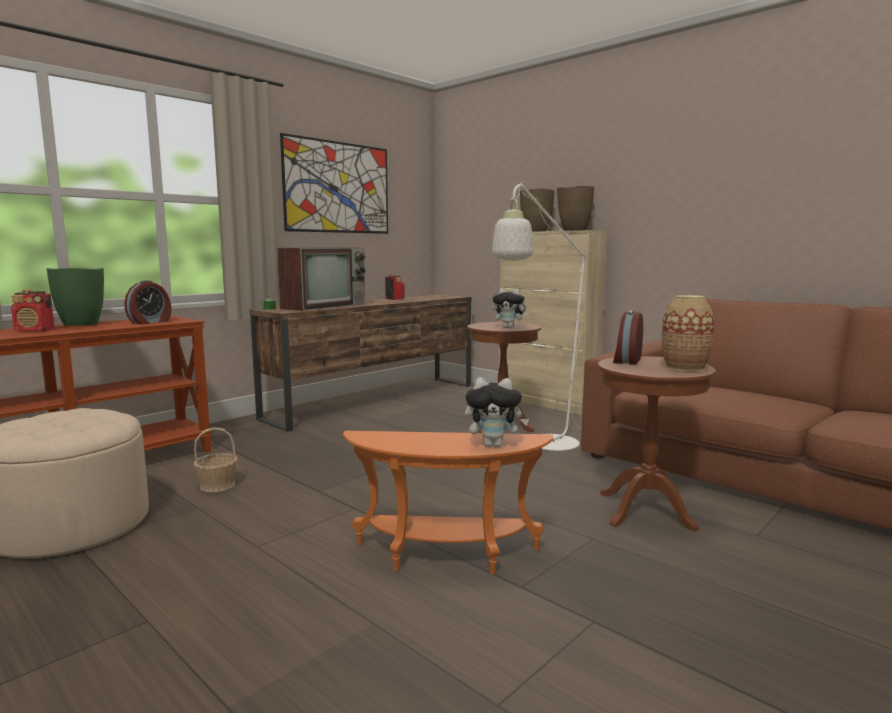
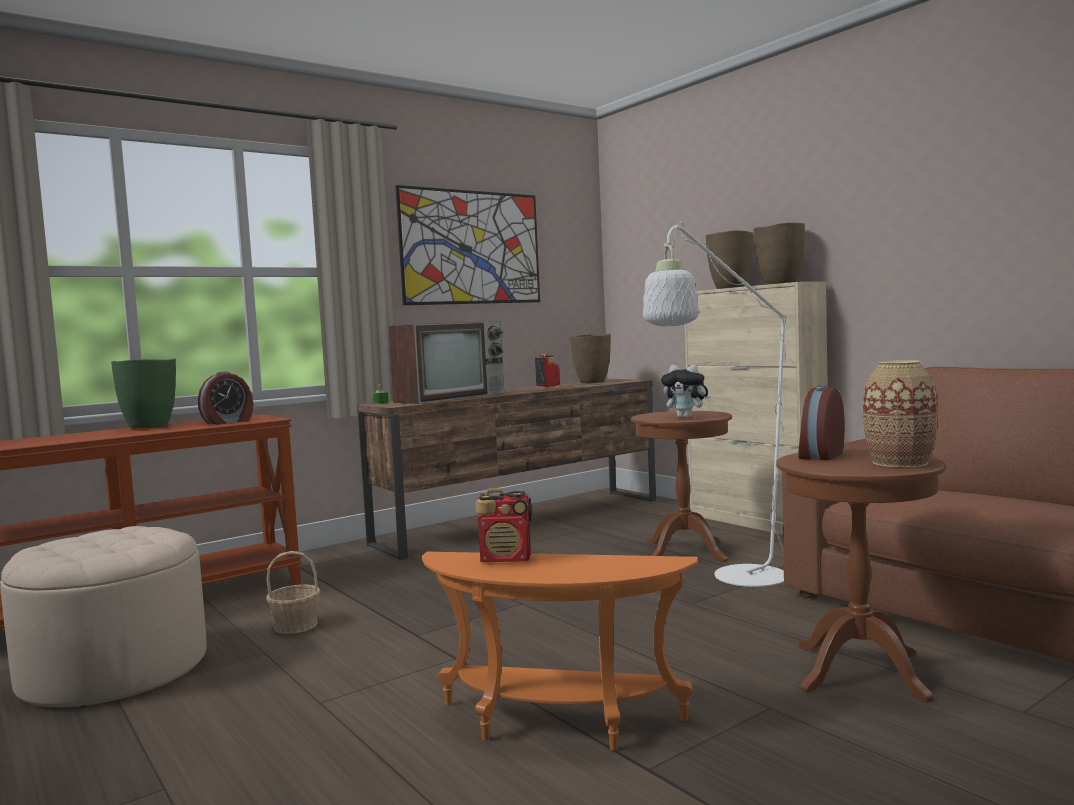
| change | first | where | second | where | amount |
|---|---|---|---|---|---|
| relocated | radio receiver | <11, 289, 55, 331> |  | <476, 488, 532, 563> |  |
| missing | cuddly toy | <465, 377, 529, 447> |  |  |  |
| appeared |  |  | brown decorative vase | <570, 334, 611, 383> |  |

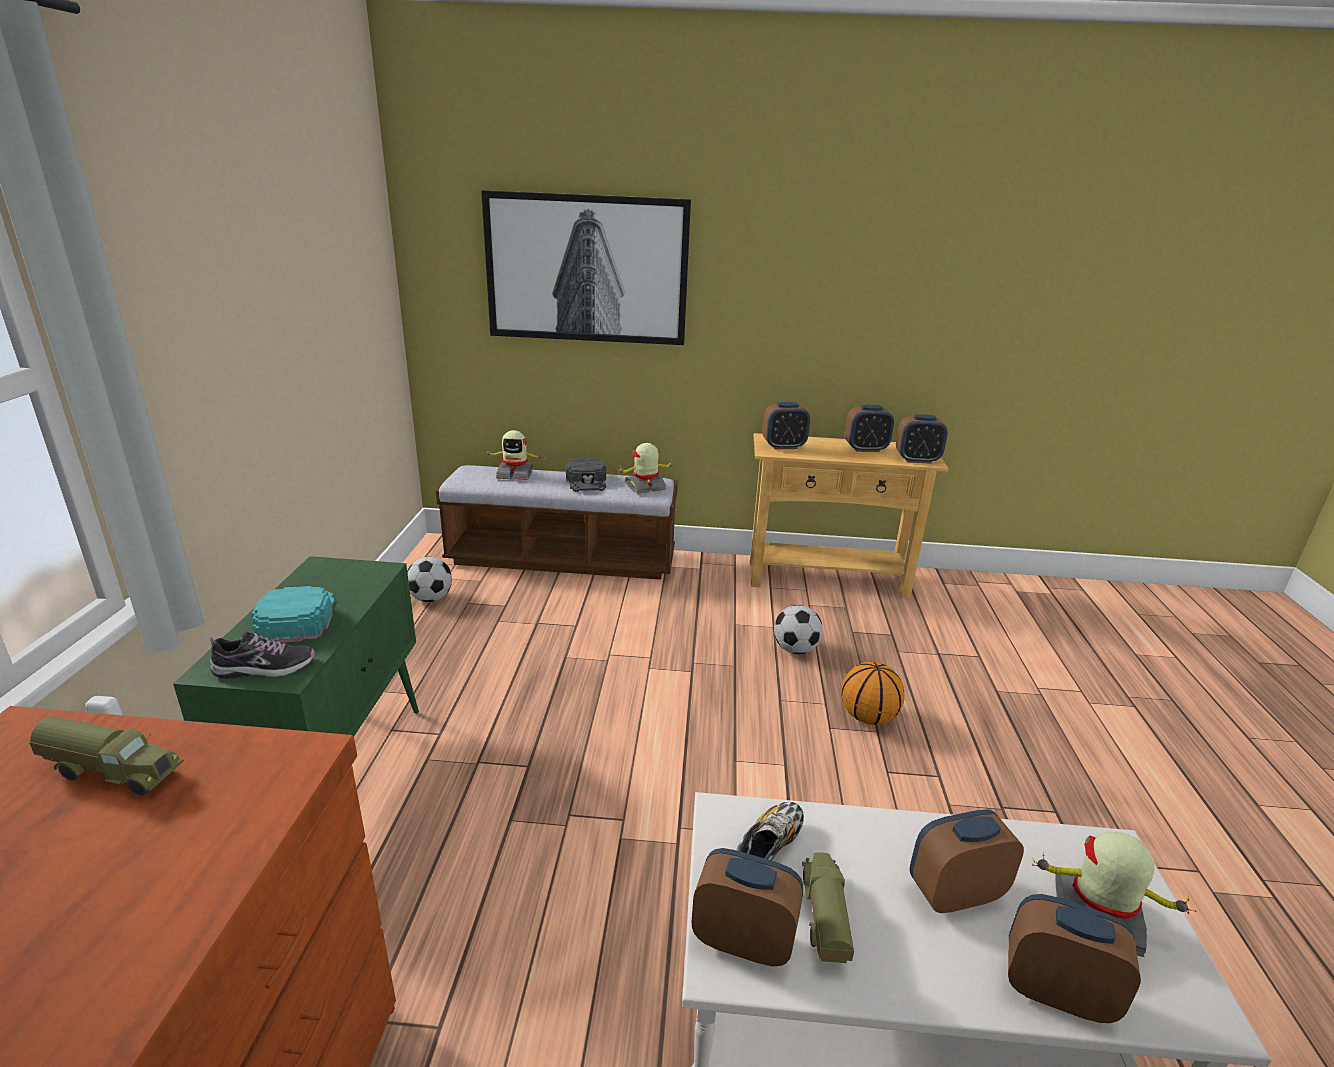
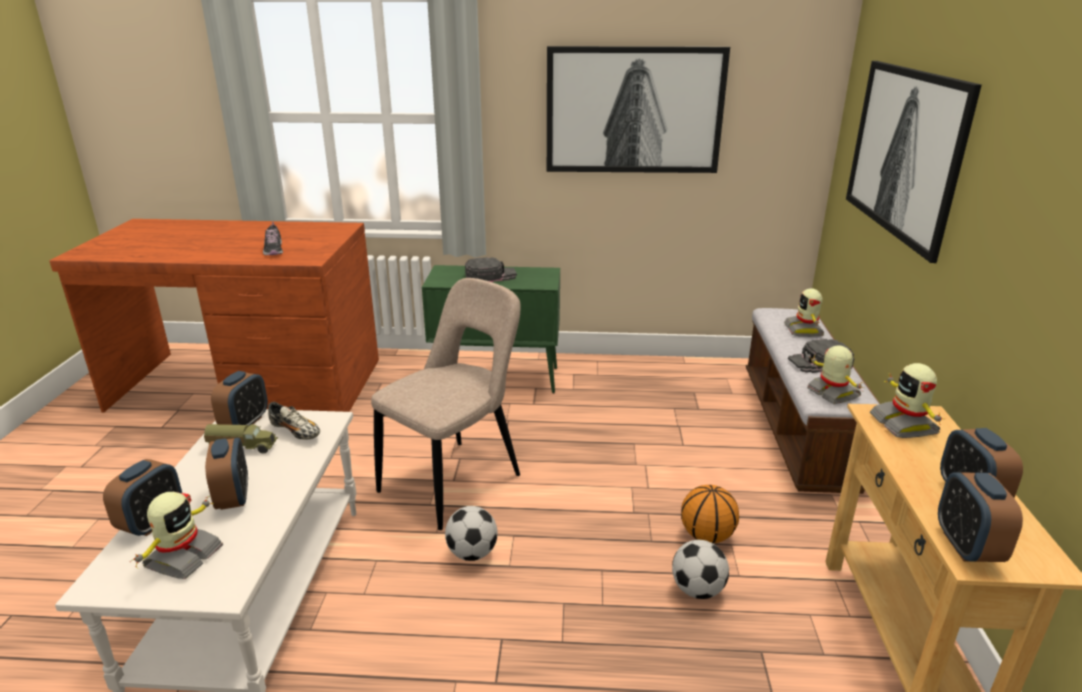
| change | first | where | second | where | amount |
|---|---|---|---|---|---|
| missing | toy truck | <29, 716, 184, 796> |  |  |  |
| relocated | item of footwear | <210, 632, 315, 679> |  | <263, 222, 283, 255> |  |
| colour | turquoise-coloured baseball cap | <252, 586, 335, 643> | blackish baseball cap | <465, 257, 517, 282> |  |
| relocated | football | <407, 557, 452, 602> |  | <445, 506, 498, 561> |  |
| exchanged | bedside clock | <762, 402, 810, 449> | model robot | <870, 363, 945, 438> |  |
| relocated | ball for basketball | <842, 662, 905, 725> |  | <681, 485, 739, 543> |  |
| appeared |  |  | beige-coloured upright chair | <371, 278, 521, 530> |  |
| appeared |  |  | wall picture | <547, 46, 730, 173> |  |

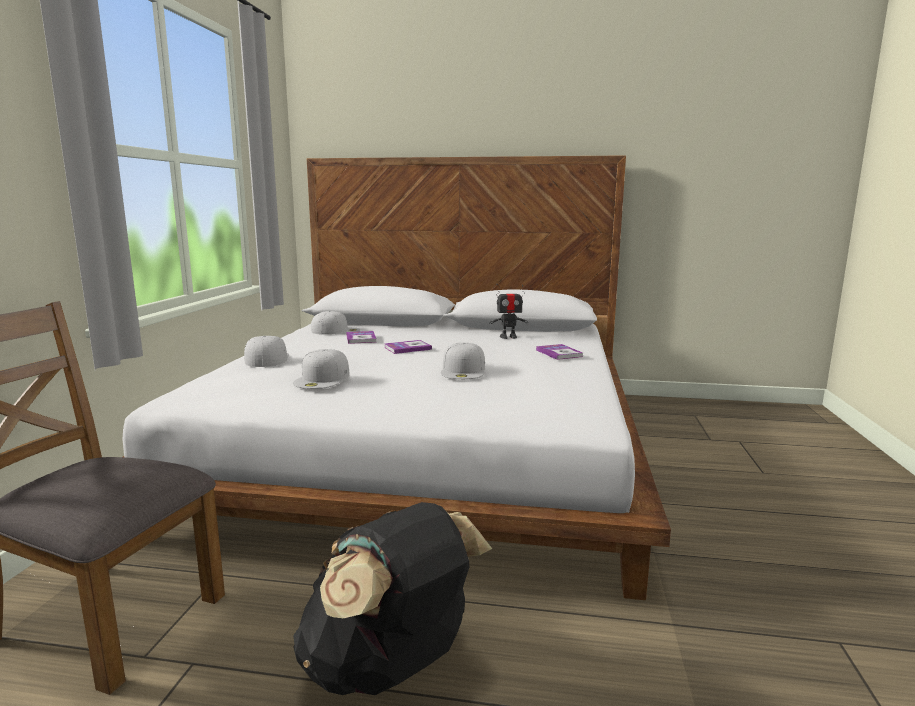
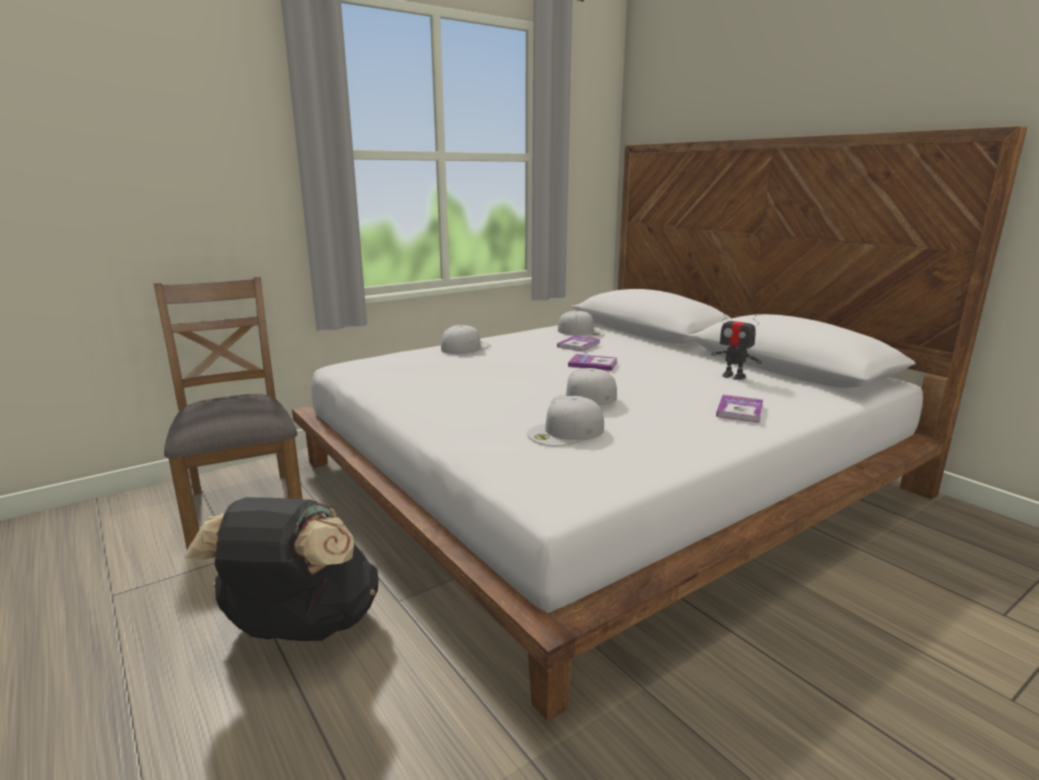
| change | first | where | second | where | amount |
|---|---|---|---|---|---|
| relocated | white baseball cap | <293, 349, 350, 389> |  | <527, 396, 604, 446> |  |

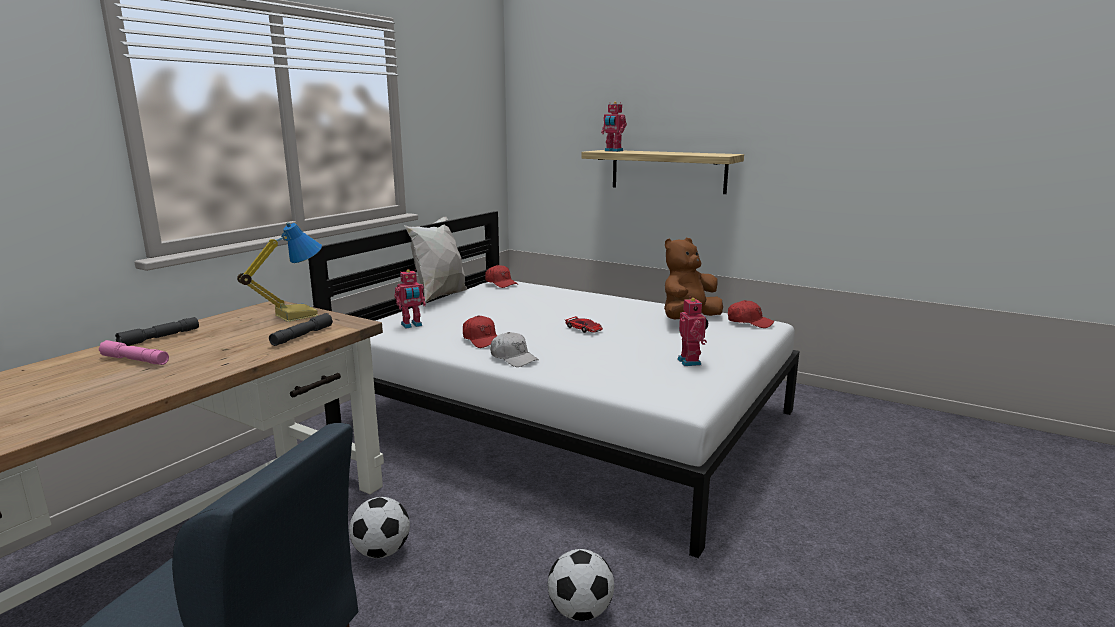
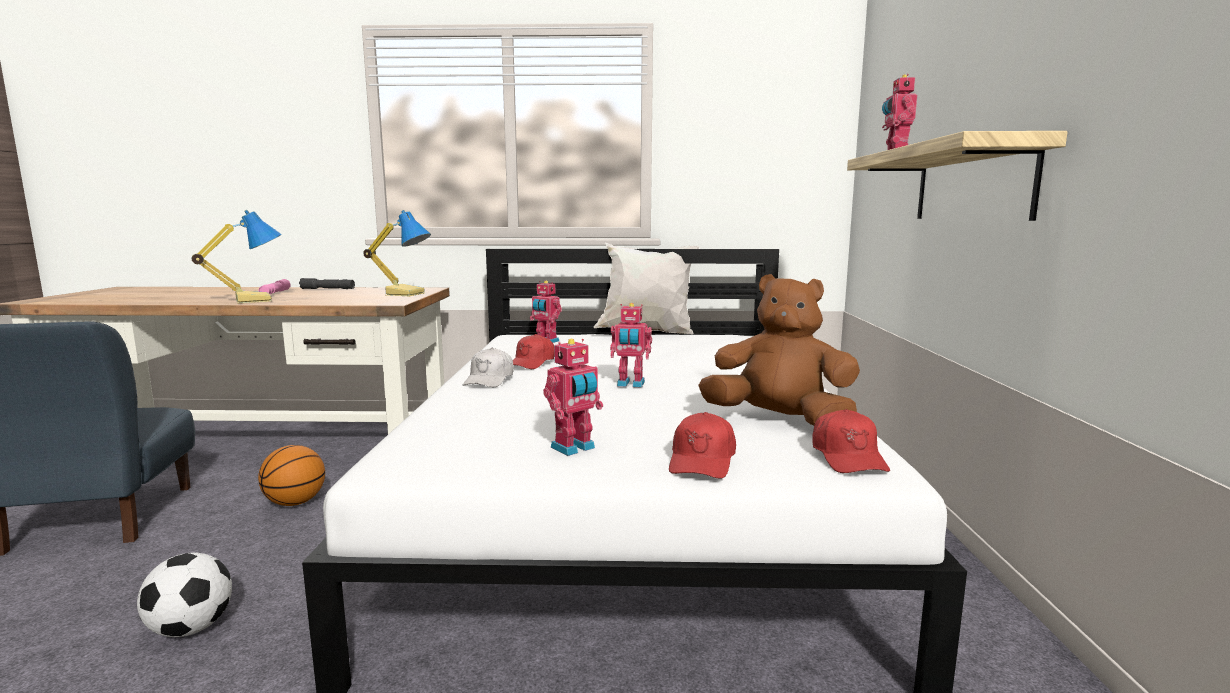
| change | first | where | second | where | amount |
|---|---|---|---|---|---|
| missing | gray flashlight | <269, 313, 333, 346> |  |  |  |
| exchanged | football | <349, 497, 410, 558> | ball for basketball | <258, 445, 325, 506> |  |
| relocated | red baseball cap | <485, 265, 518, 288> |  | <669, 412, 736, 478> |  |
| exchanged | model car | <565, 316, 603, 333> | model robot | <610, 303, 652, 388> |  |
| appeared |  |  | table lamp | <192, 210, 282, 303> |  |

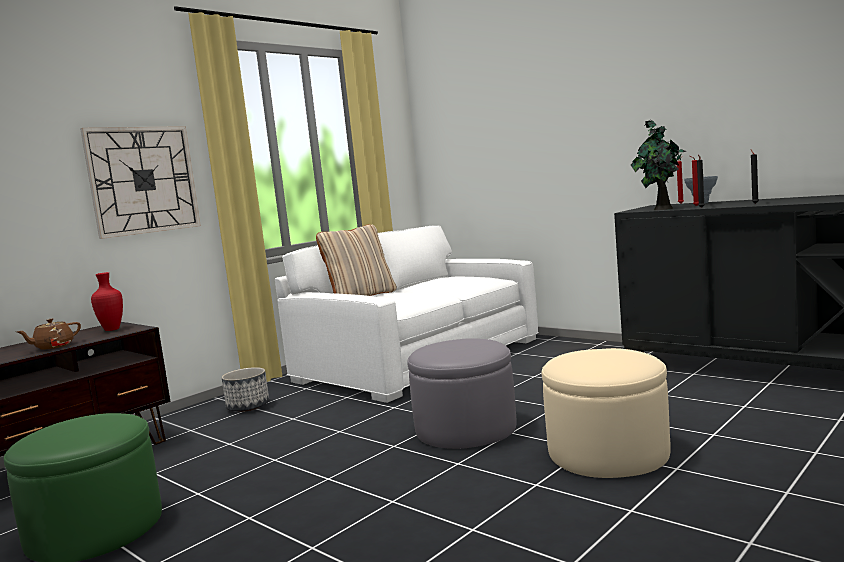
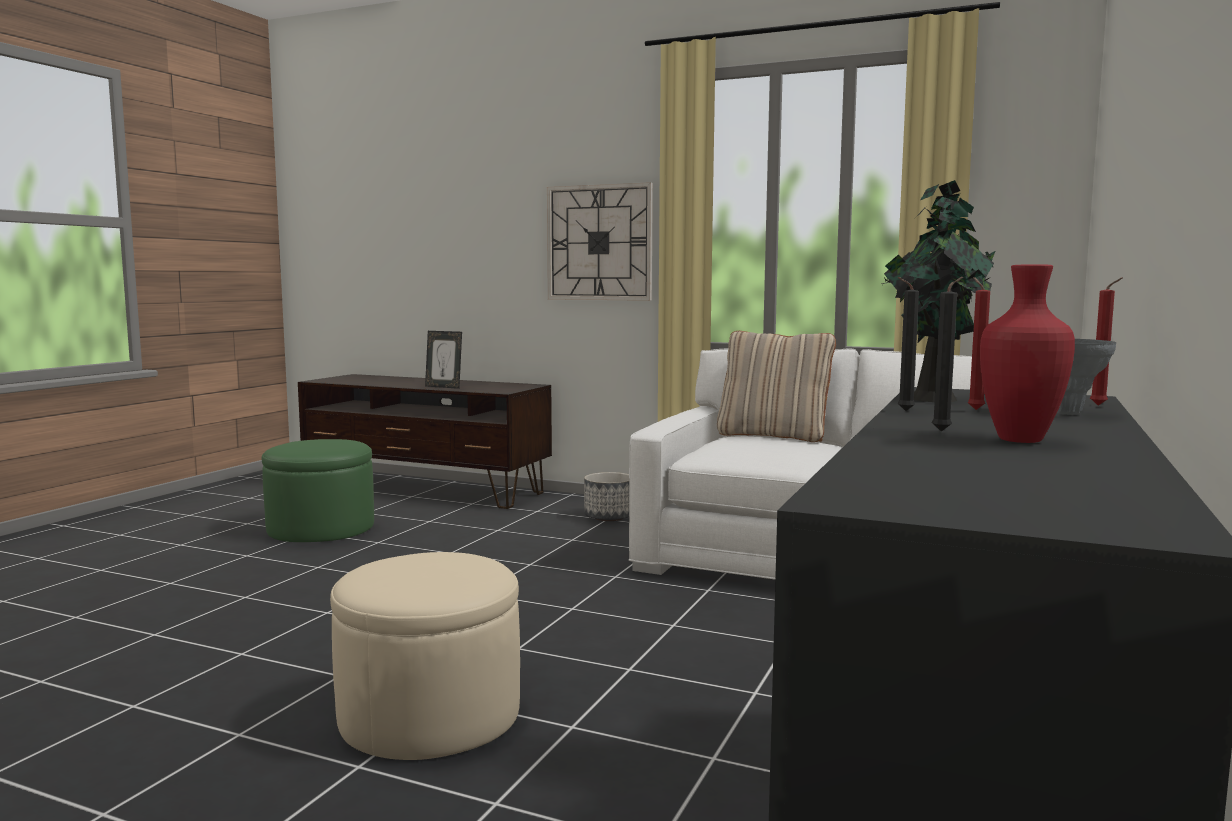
| change | first | where | second | where | amount |
|---|---|---|---|---|---|
| exchanged | brown tea pot | <17, 318, 81, 350> | standing frame | <425, 331, 462, 389> |  |
| relocated | red decorative vase | <91, 272, 123, 331> |  | <980, 264, 1075, 443> |  |
| missing | gray footrest | <408, 338, 516, 449> |  |  |  |

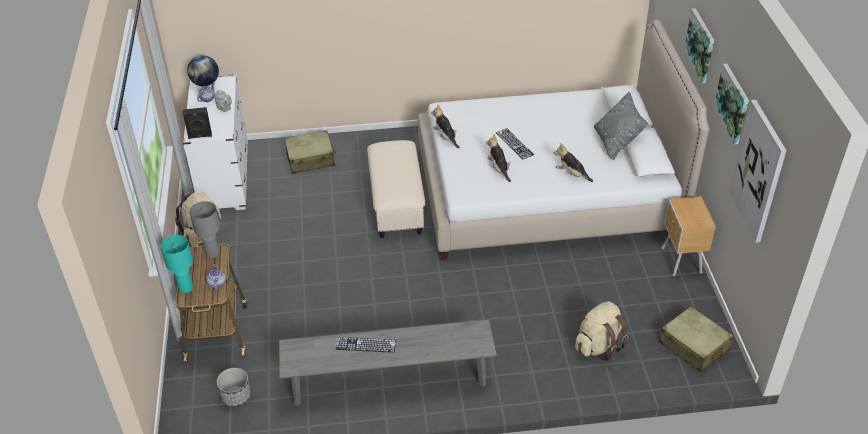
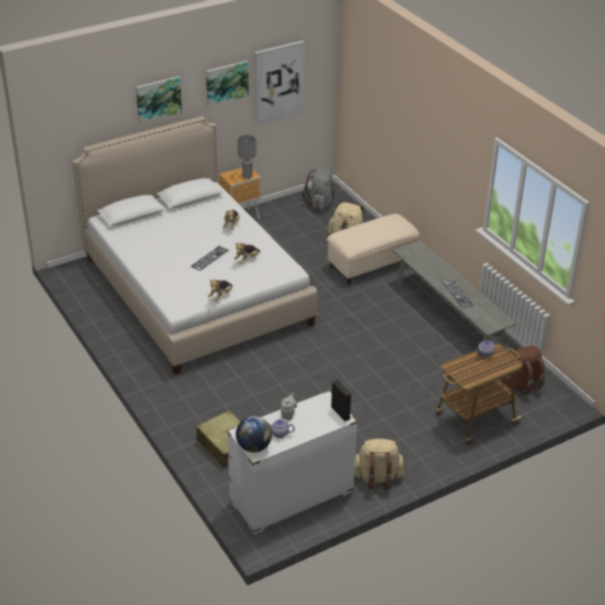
| change | first | where | second | where | amount |
|---|---|---|---|---|---|
| missing | turquoise-coloured table lamp | <161, 235, 193, 293> |  |  |  |
| relocated | gray table lamp | <189, 201, 220, 258> |  | <238, 135, 256, 179> |  |
| exchanged | plant pot | <216, 368, 251, 407> | brown backpack | <500, 346, 545, 395> |  |
| relocated | beige-coloured footrest | <367, 140, 425, 238> |  | <327, 214, 420, 285> |  |
| missing | gray throw pillow | <594, 91, 648, 160> |  |  |  |
| exchanged | beige-coloured piece of luggage | <660, 306, 733, 372> | gray backpack | <302, 168, 337, 210> |  |

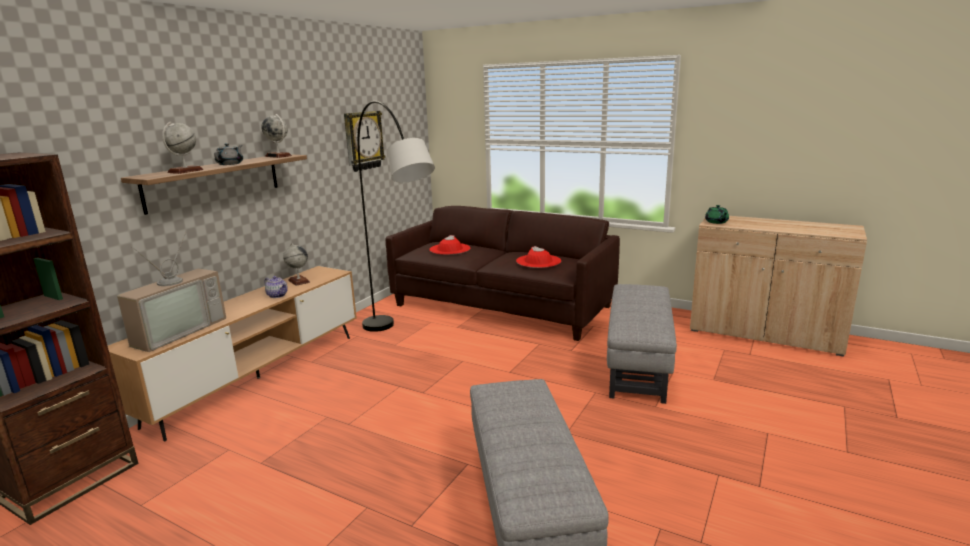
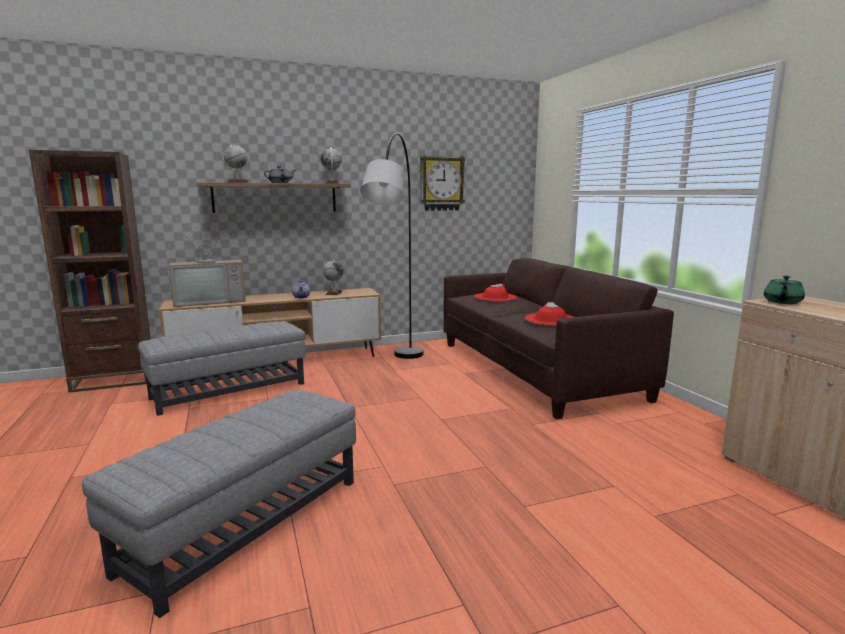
| change | first | where | second | where | amount |
|---|---|---|---|---|---|
| relocated | gray footrest | <607, 284, 677, 404> |  | <138, 321, 306, 416> |  |

